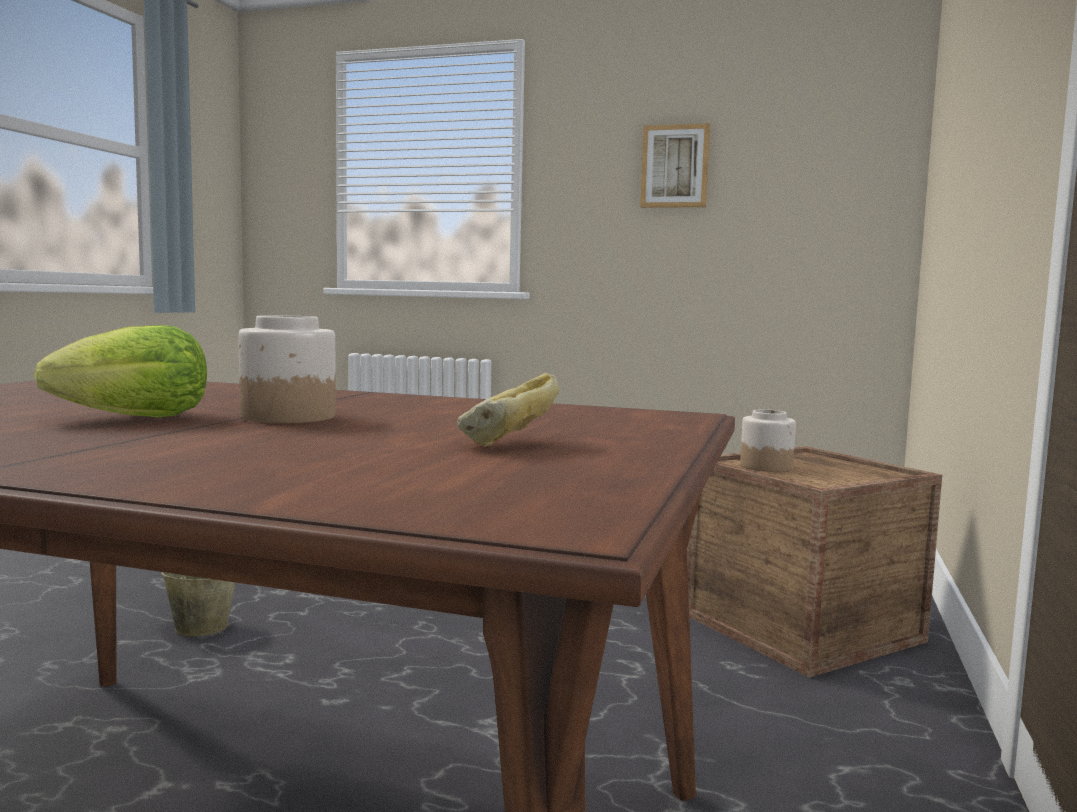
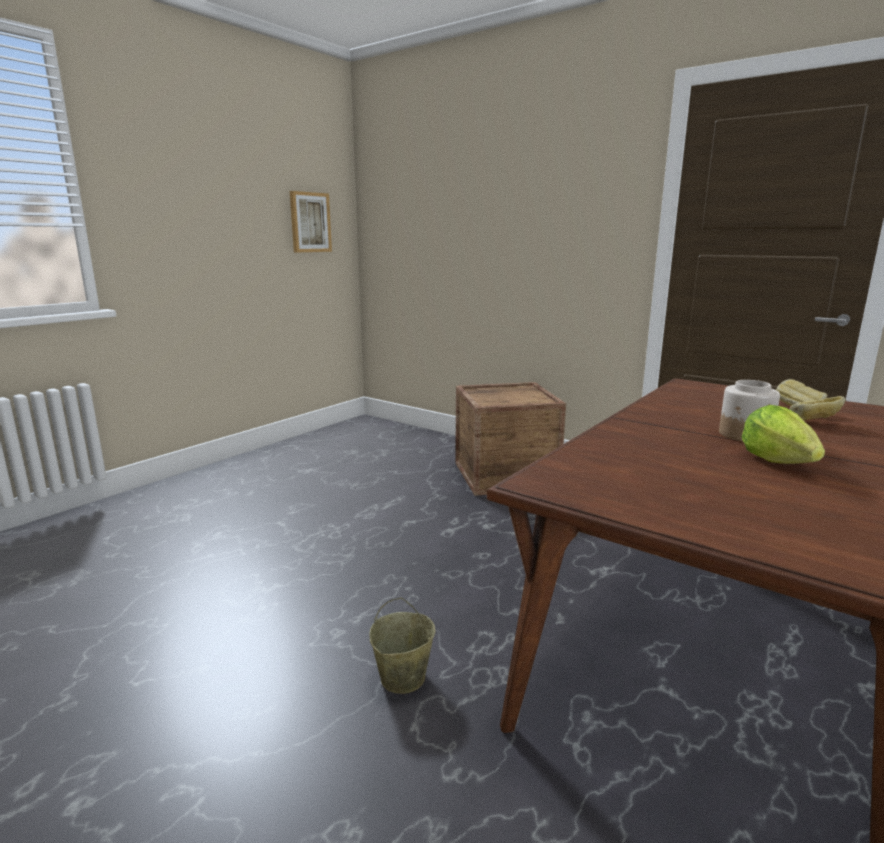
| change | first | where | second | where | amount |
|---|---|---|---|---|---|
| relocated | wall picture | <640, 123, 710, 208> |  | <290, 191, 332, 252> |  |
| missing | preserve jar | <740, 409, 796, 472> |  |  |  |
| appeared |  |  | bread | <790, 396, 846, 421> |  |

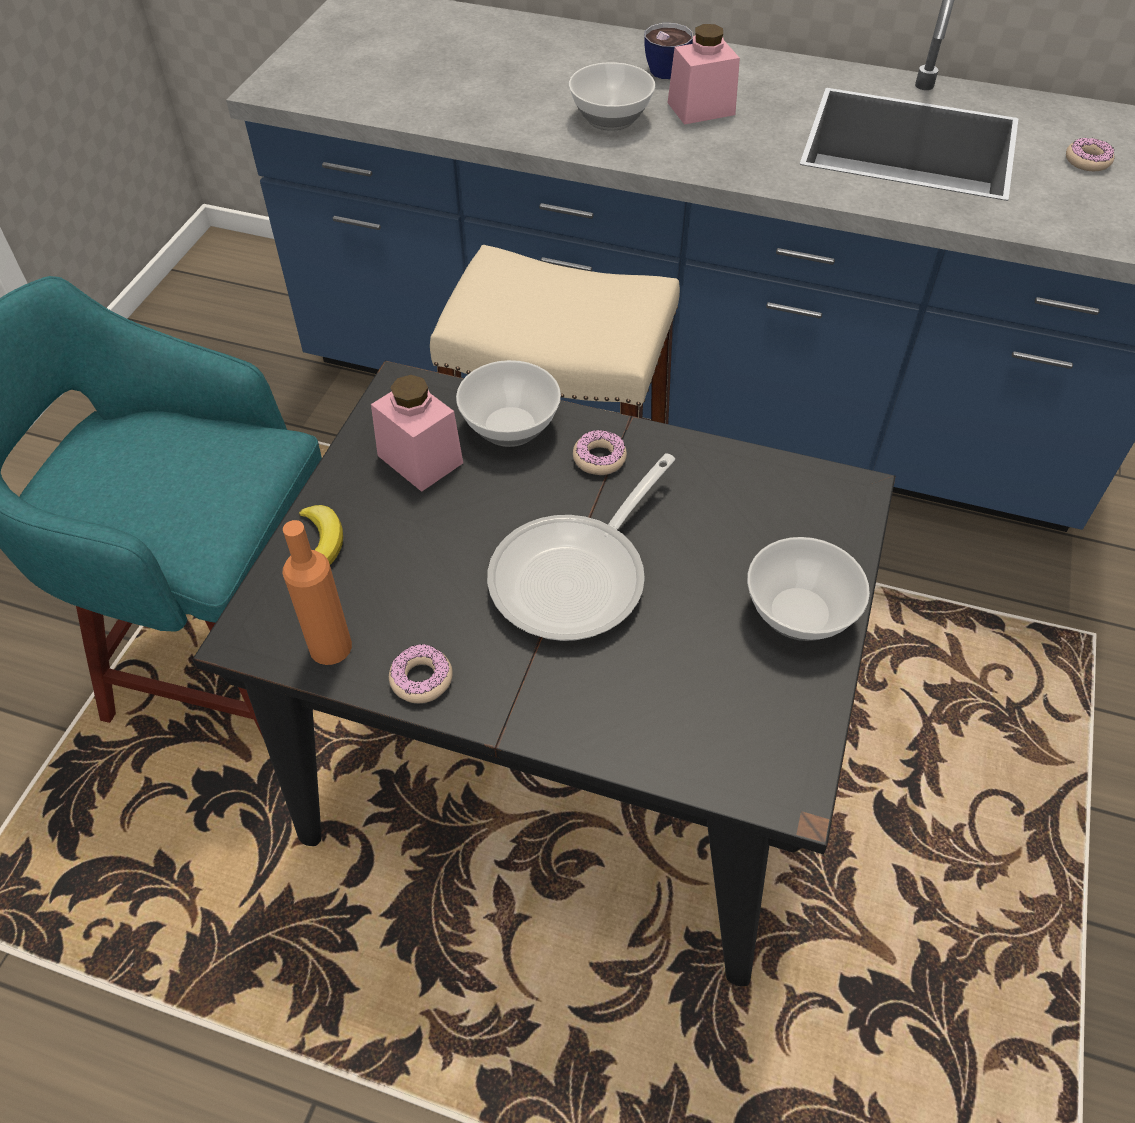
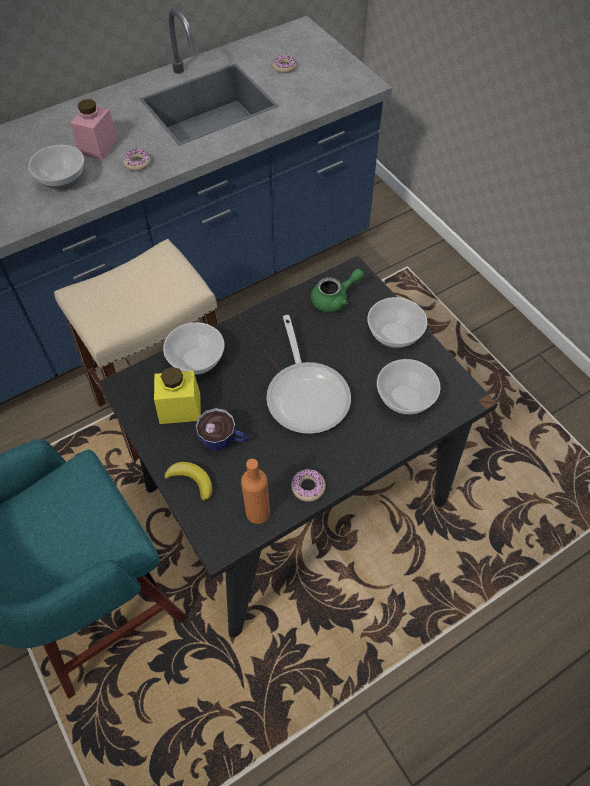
| change | first | where | second | where | amount |
|---|---|---|---|---|---|
| colour | pinkish preserve jar | <371, 375, 463, 492> | yellowish preserve jar | <154, 367, 201, 424> |  |
| relocated | donut | <573, 430, 627, 475> |  | <123, 149, 151, 171> |  |
| relocated | small cup | <644, 23, 693, 79> |  | <196, 408, 247, 451> |  |
| appeared |  |  | greenish tea pot | <311, 269, 364, 312> |  |
| appeared |  |  | serving bowl | <377, 359, 441, 415> |  |

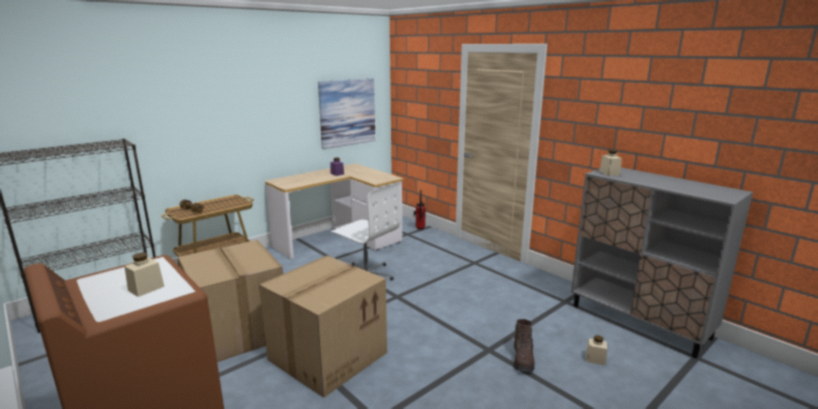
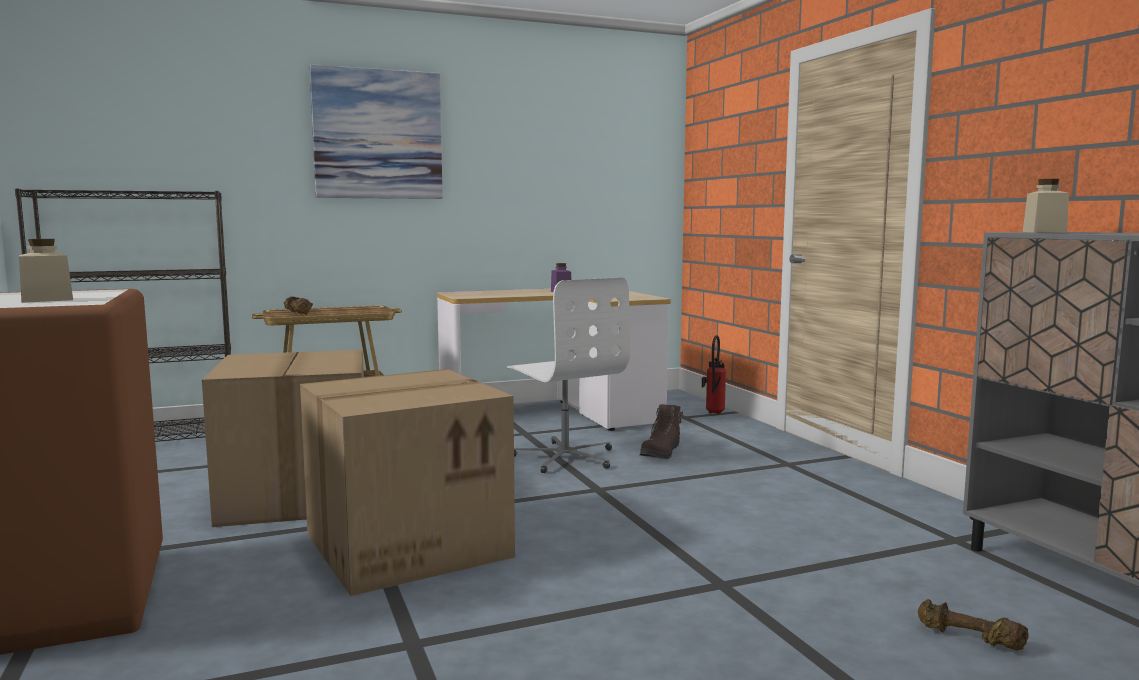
| change | first | where | second | where | amount |
|---|---|---|---|---|---|
| relocated | wall picture | <318, 79, 375, 149> |  | <310, 64, 443, 199> |  |
| relocated | brown boot | <514, 319, 535, 372> |  | <639, 404, 683, 459> |  |
| exchanged | beige-coloured preserve jar | <586, 335, 607, 366> | brown hand weight | <918, 599, 1029, 650> |  |

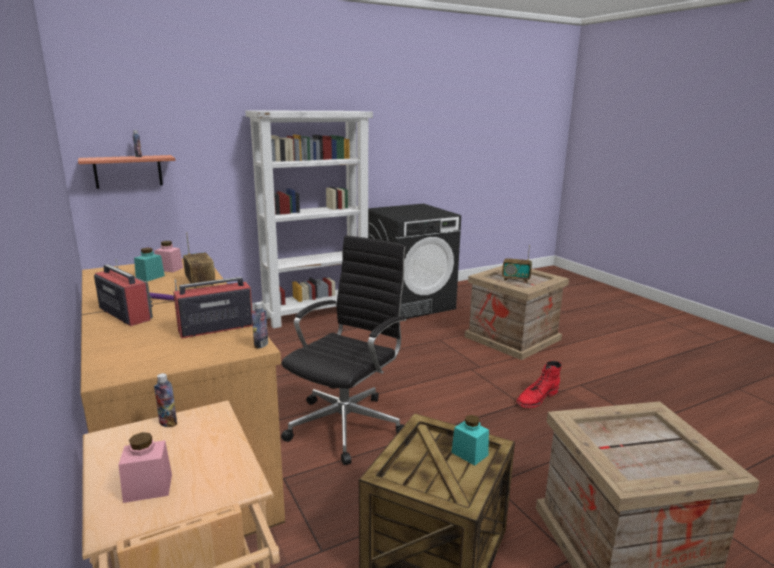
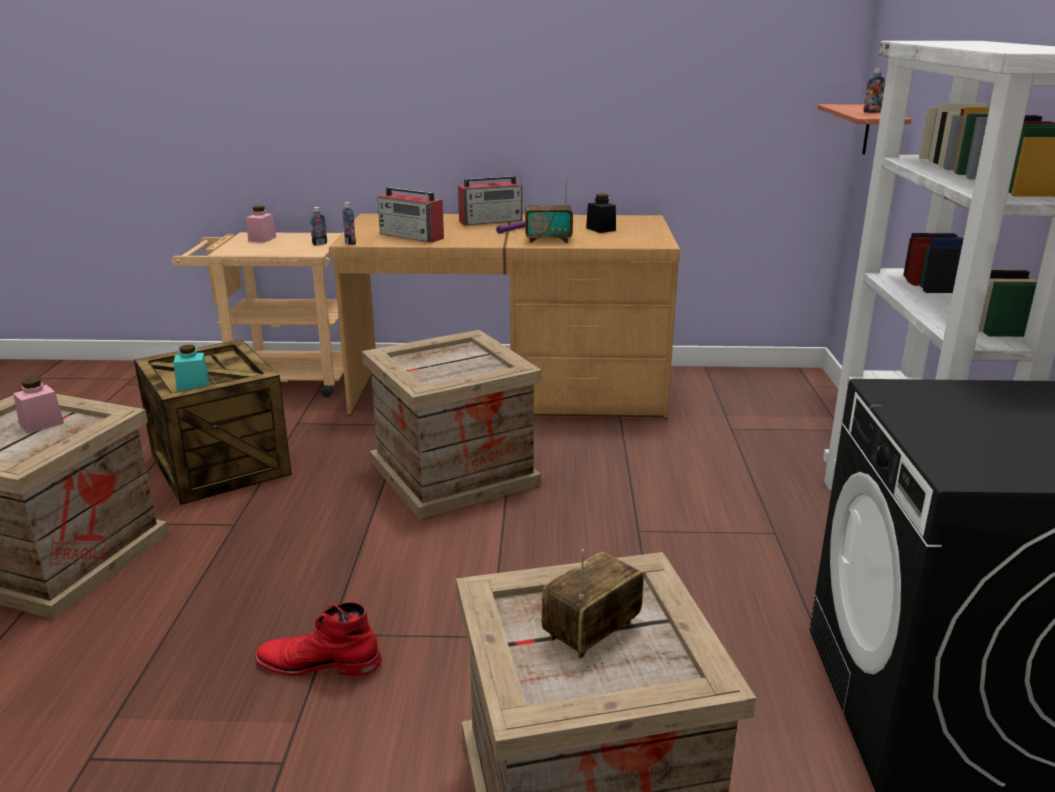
| change | first | where | second | where | amount |
|---|---|---|---|---|---|
| colour | turquoise-coloured preserve jar | <134, 248, 165, 282> | blackish preserve jar | <586, 194, 616, 233> |  |
| relocated | pinkish preserve jar | <154, 241, 183, 272> |  | <13, 377, 64, 434> |  |
| spun | radio receiver | <173, 277, 253, 339> |  | <378, 187, 444, 243> | 120 degrees clockwise |
| exchanged | blackish office chair | <281, 235, 406, 465> | packing crate | <362, 330, 542, 519> |  |
| spun | red boot | <516, 361, 562, 408> |  | <255, 602, 382, 676> | 75 degrees counterclockwise |

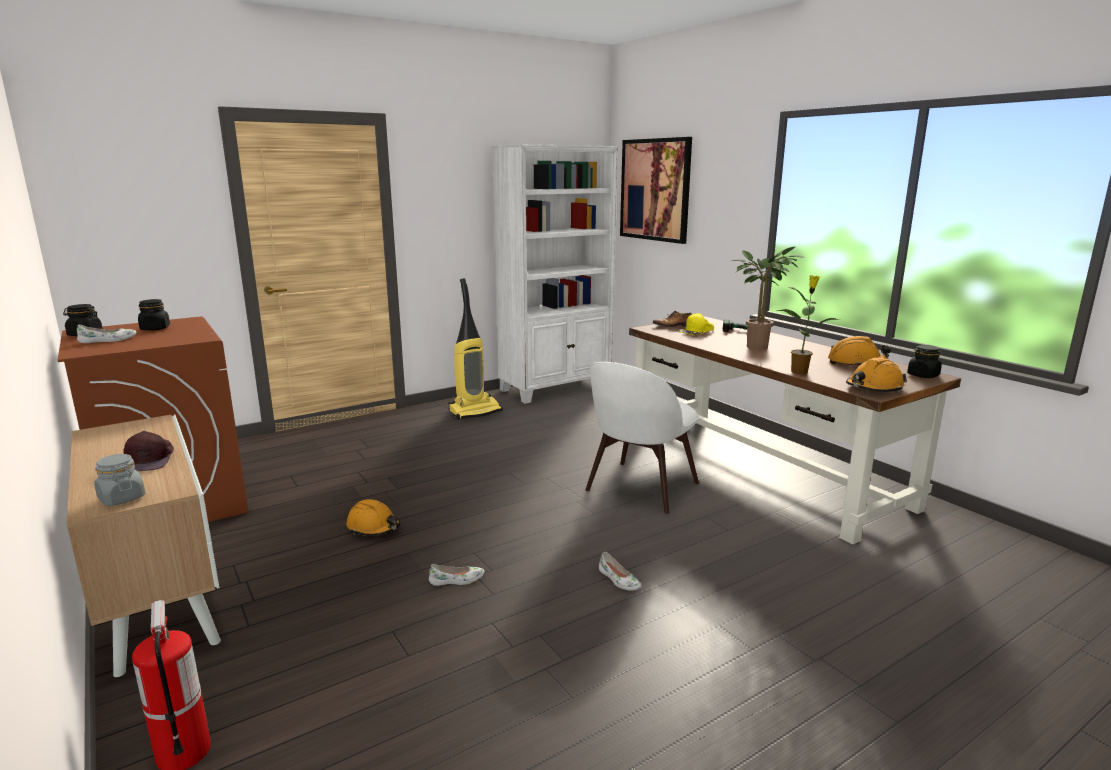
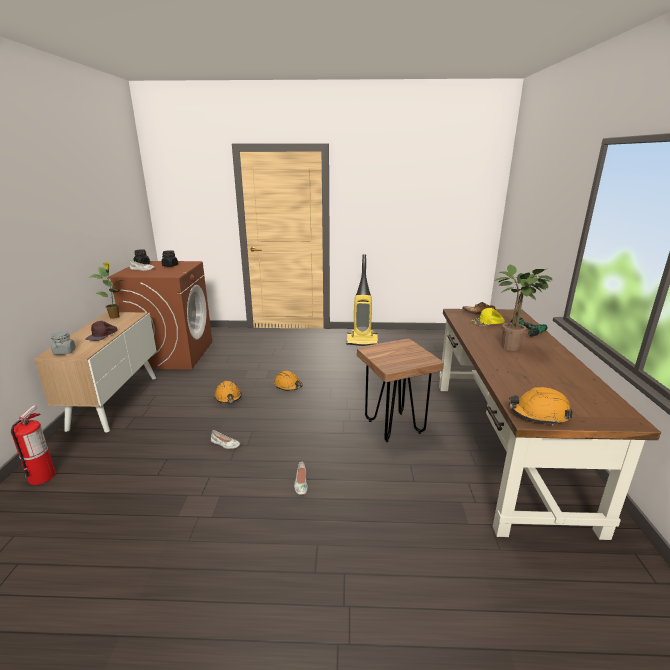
| change | first | where | second | where | amount |
|---|---|---|---|---|---|
| missing | white shelving unit | <491, 144, 618, 404> |  |  |  |
| exchanged | white upright chair | <585, 362, 699, 514> | brown stool | <357, 339, 444, 442> |  |
| missing | wall picture | <620, 137, 692, 244> |  |  |  |
| relocated | houseplant | <776, 275, 840, 375> |  | <88, 262, 122, 319> |  |
| relocated | orangey safety helmet | <828, 336, 891, 367> |  | <274, 371, 303, 391> |  |
| missing | blackish preserve jar | <907, 345, 942, 378> |  |  |  |

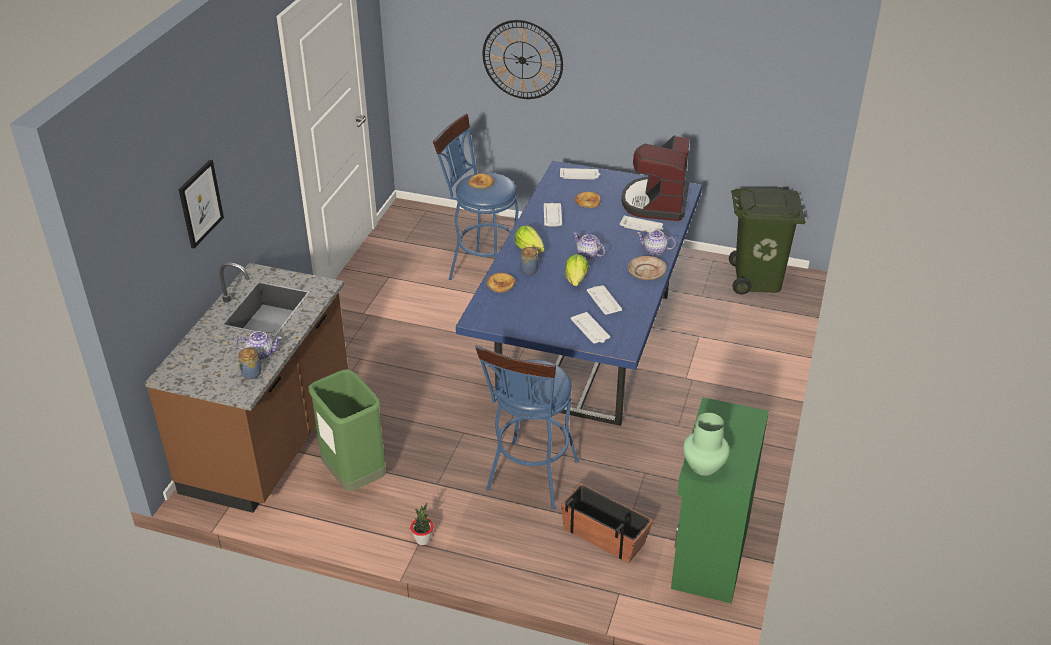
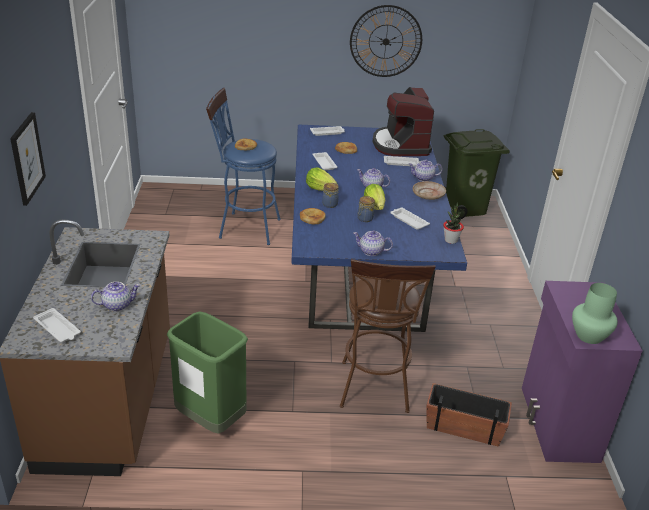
| change | first | where | second | where | amount |
|---|---|---|---|---|---|
| relocated | preserve jar | <236, 348, 261, 379> |  | <358, 196, 375, 222> |  |
| relocated | houseplant | <410, 502, 433, 545> |  | <443, 202, 464, 244> |  |
| colour | blue stool | <475, 345, 579, 509> | brown stool | <340, 259, 436, 413> |  |
| relocated | wall clock | <483, 20, 563, 99> |  | <350, 5, 422, 77> |  |
| relocated | white serving tray | <571, 312, 610, 343> |  | <33, 308, 81, 342> |  |
| colour | greenish cabinet | <671, 397, 769, 604> | purple cabinet | <522, 281, 642, 463> |  |
| appeared |  |  | tea pot | <353, 230, 393, 256> |  |

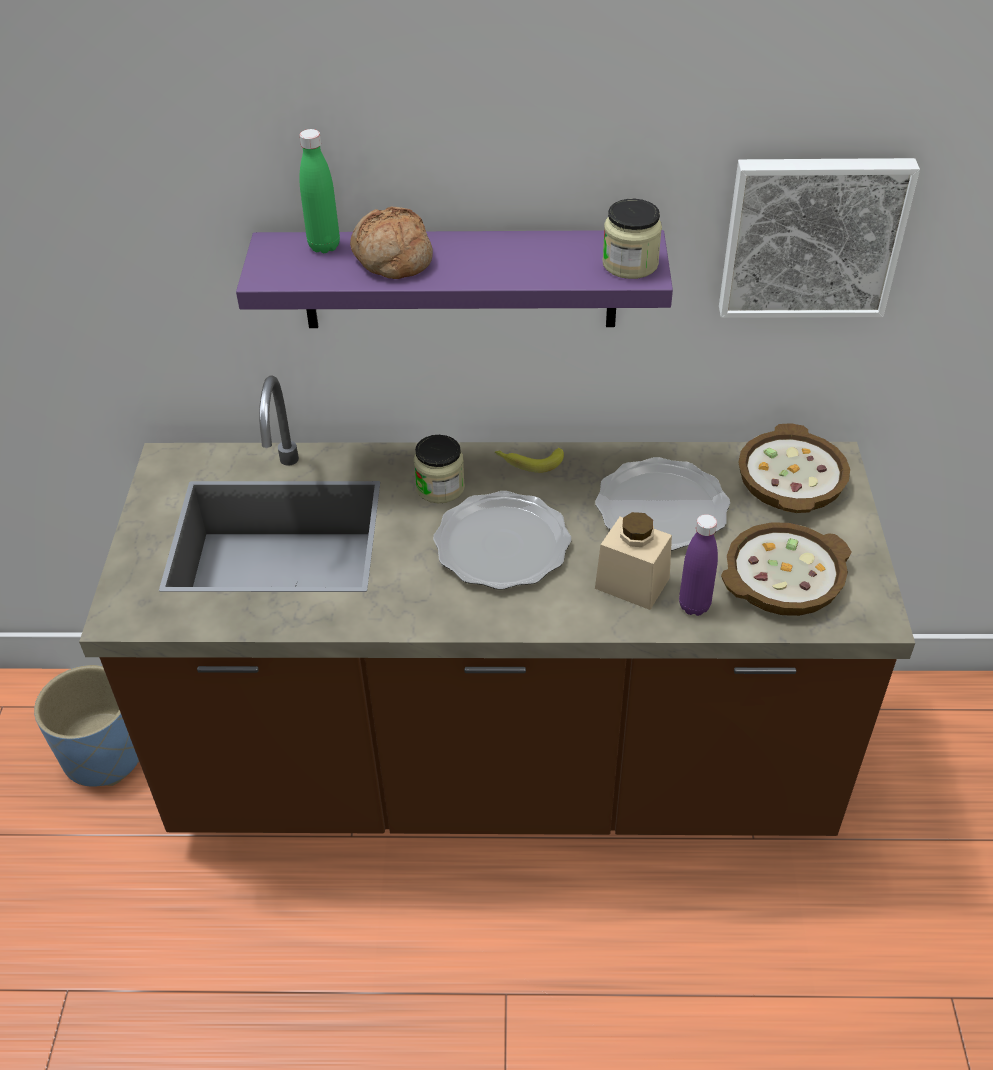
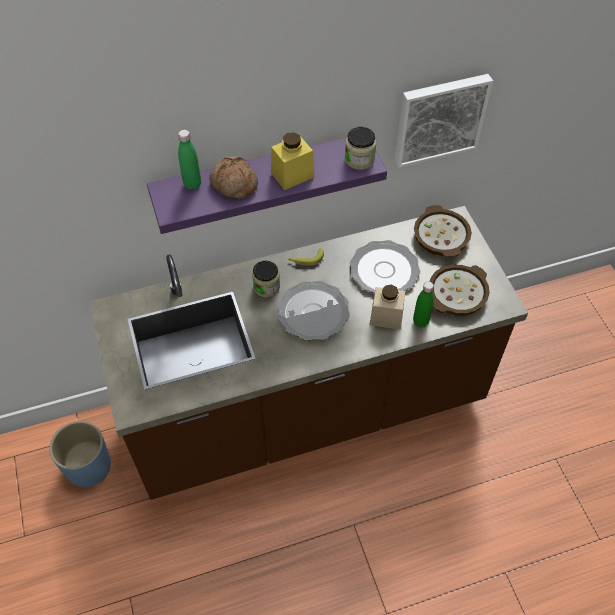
| change | first | where | second | where | amount |
|---|---|---|---|---|---|
| colour | purple drink bottle | <679, 514, 718, 616> | greenish drink bottle | <413, 281, 434, 327> |  |
| appeared |  |  | yellowish preserve jar | <271, 132, 314, 190> |  |

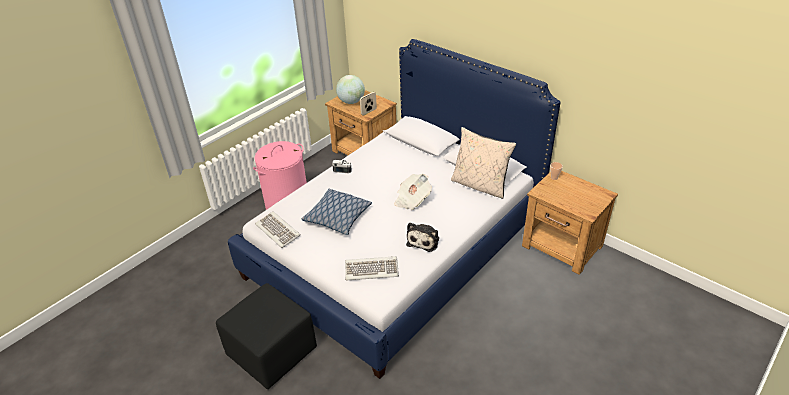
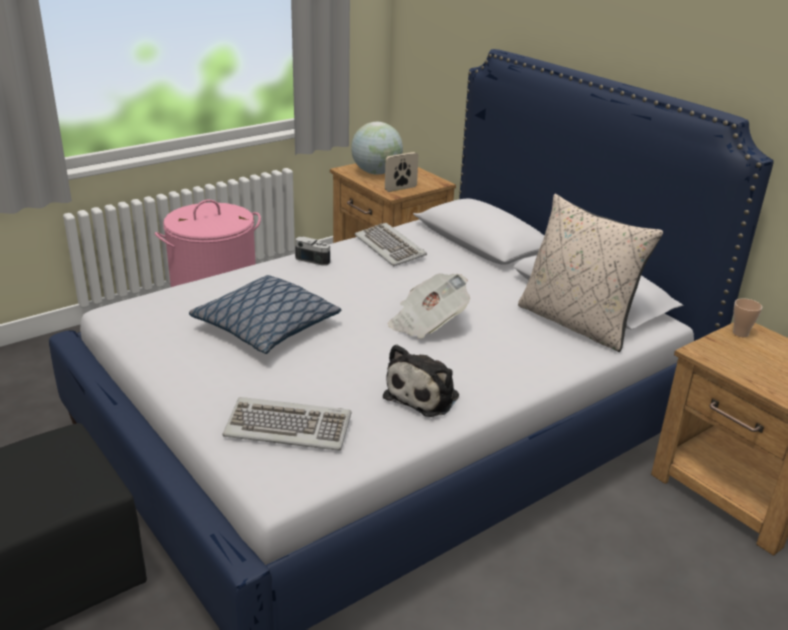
| change | first | where | second | where | amount |
|---|---|---|---|---|---|
| relocated | PC keyboard | <255, 211, 300, 248> |  | <354, 223, 427, 266> |  |

